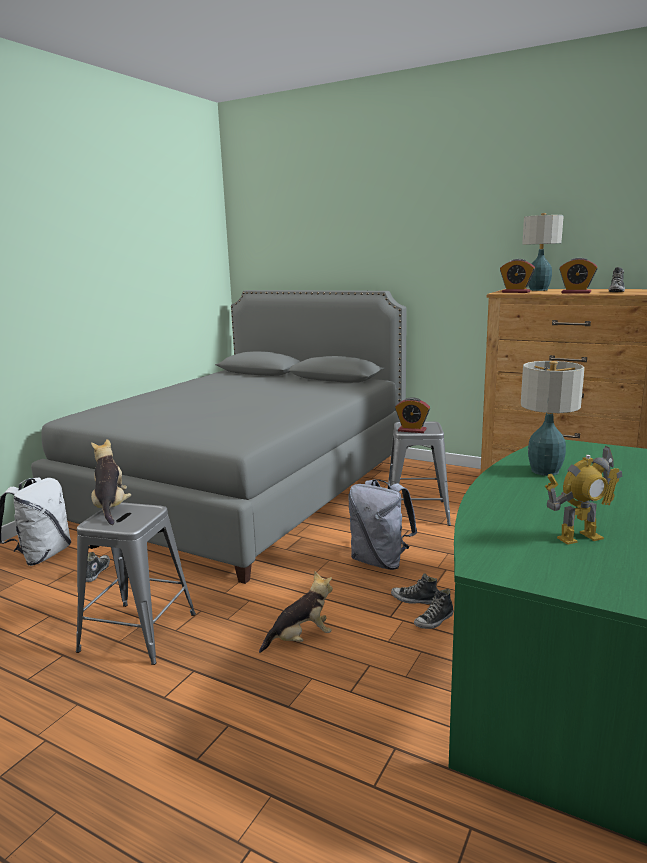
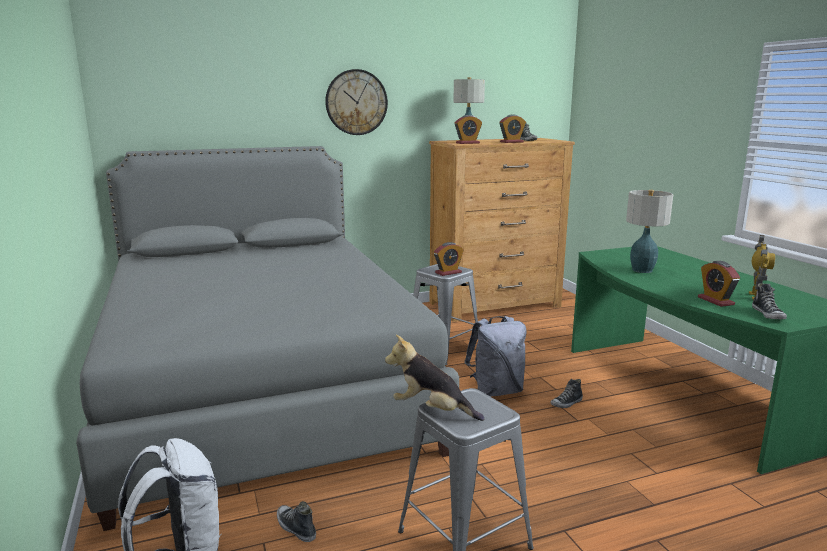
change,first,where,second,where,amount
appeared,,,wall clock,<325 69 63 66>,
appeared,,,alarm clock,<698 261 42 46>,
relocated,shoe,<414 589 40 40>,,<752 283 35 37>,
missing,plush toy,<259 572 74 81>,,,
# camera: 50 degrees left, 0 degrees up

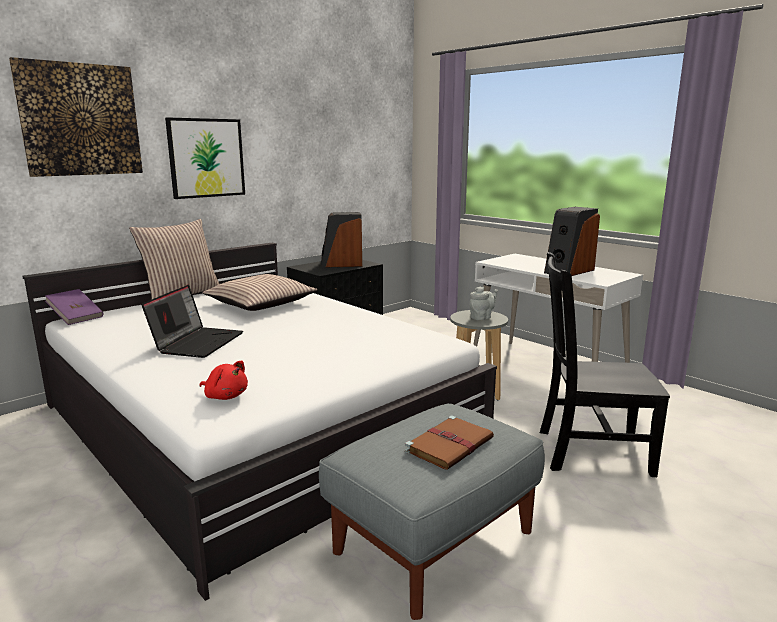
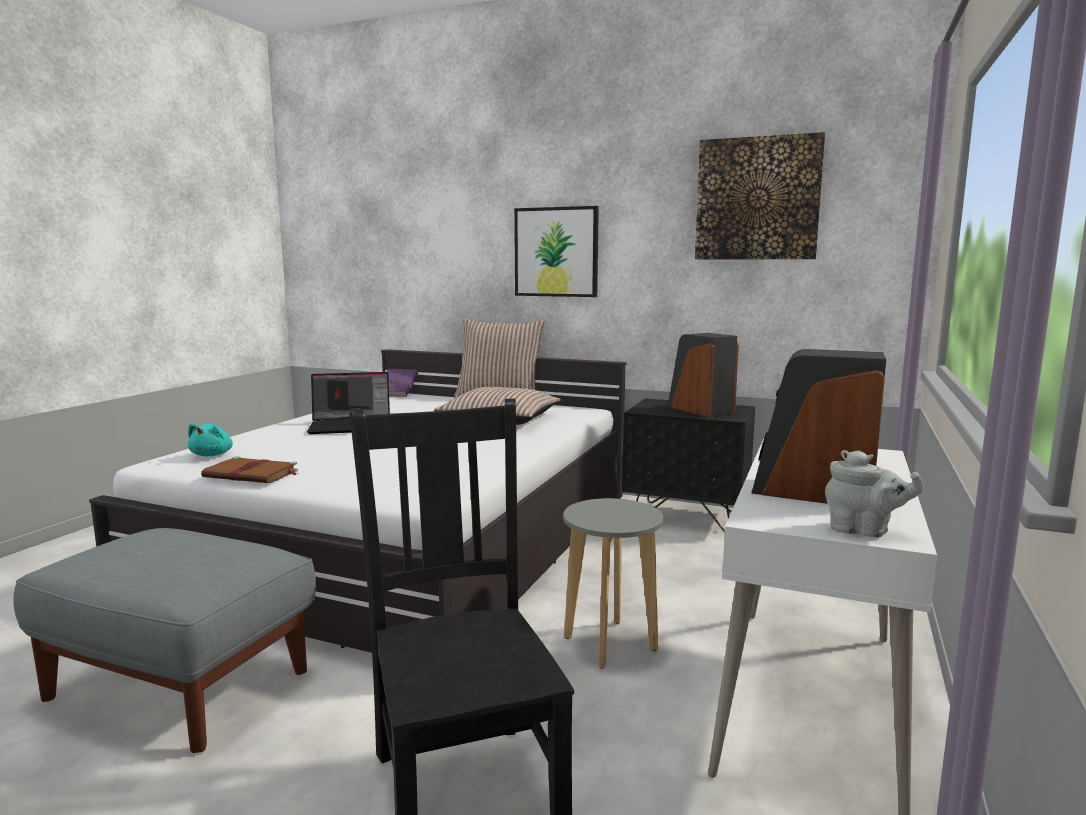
change,first,where,second,where,amount
colour,red plush toy,<200 361 48 39>,turquoise plush toy,<188 423 45 33>,
relocated,brown book,<405 416 89 54>,,<201 457 97 26>,
relocated,picture,<9 57 134 120>,,<695 132 130 127>,
relocated,grey teapot,<469 287 29 33>,,<825 450 99 88>,
# camera: 65 degrees right, 5 degrees down

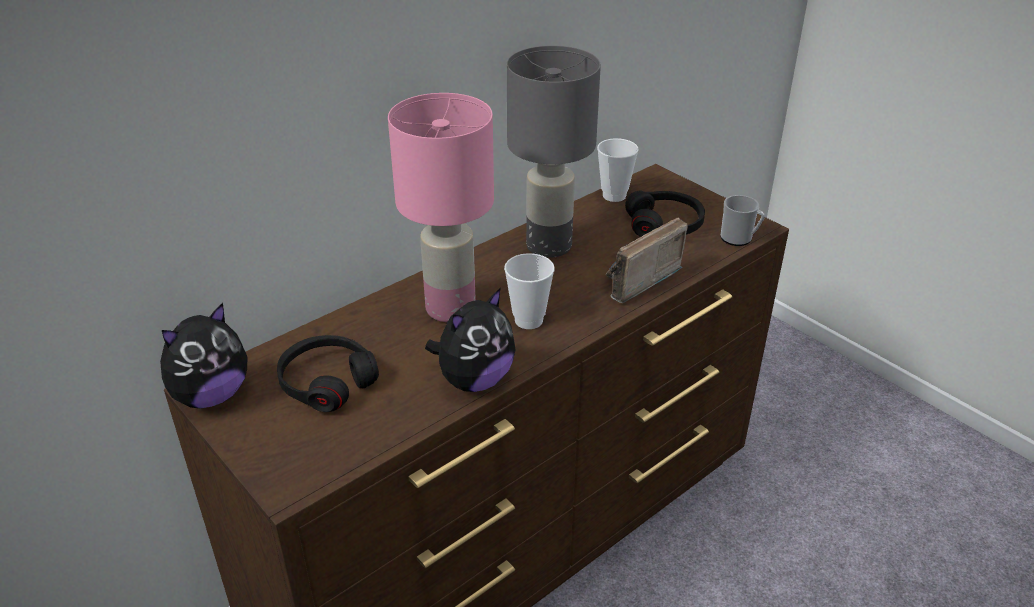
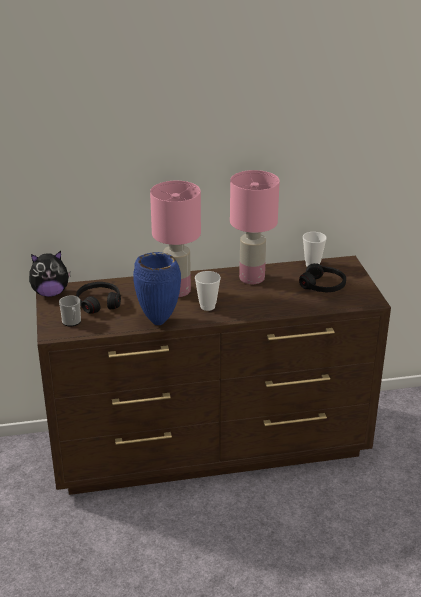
change,first,where,second,where,amount
relocated,mug,<720 195 45 51>,,<59 295 22 32>,
exchanged,plush toy,<425 288 91 104>,blue vase,<133 252 48 73>,
colour,grey table lamp,<507 46 94 212>,pink table lamp,<230 170 50 114>,
missing,radio,<606 218 82 85>,,,
# camera: 30 degrees right, 5 degrees down

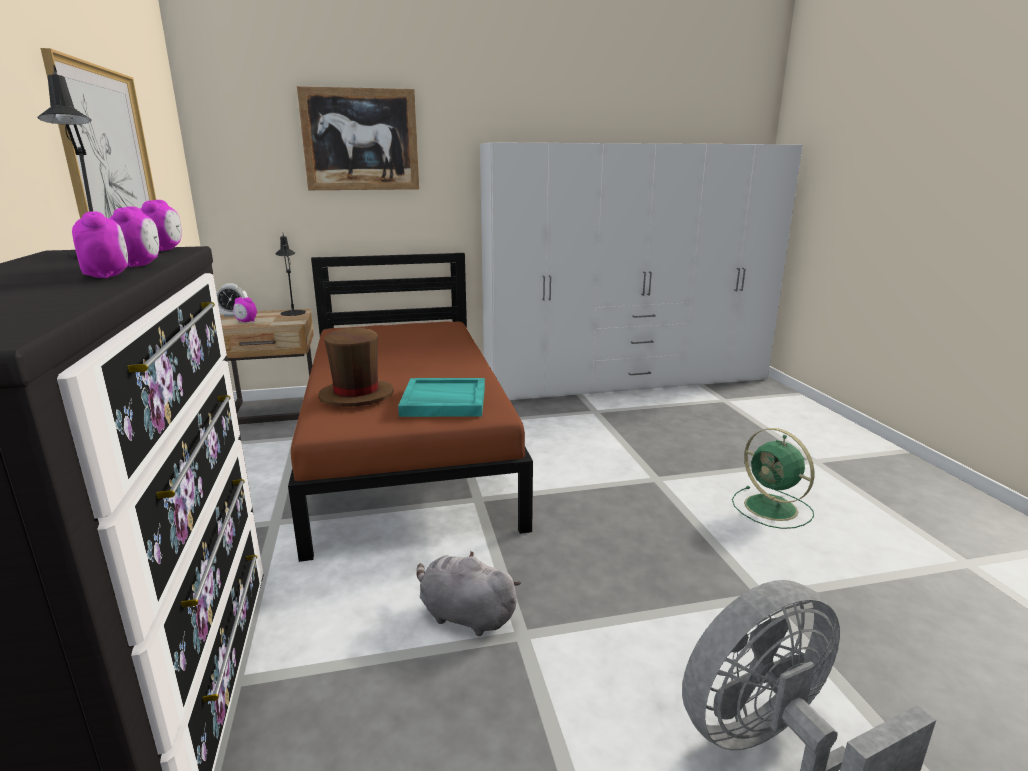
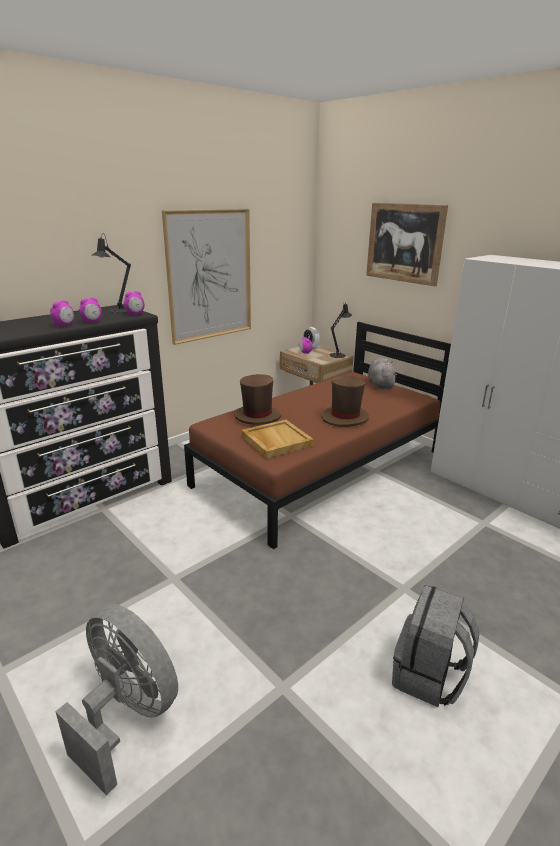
change,first,where,second,where,amount
colour,turquoise tray,<398 378 87 39>,beige tray,<241 420 73 39>,
appeared,,,brown hat,<321 376 48 51>,
relocated,grey plush toy,<417 551 104 85>,,<368 358 29 31>,
exchanged,green fan,<732 428 83 101>,grey backpack,<392 584 88 123>,
# camera: 60 degrees right, 5 degrees up

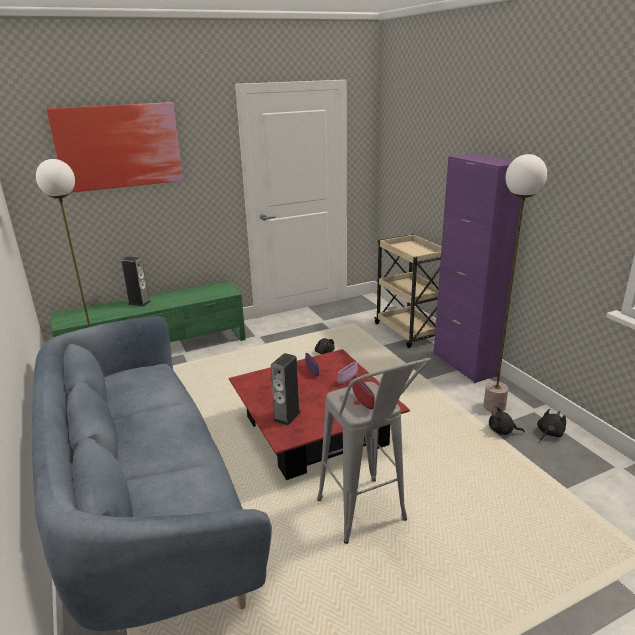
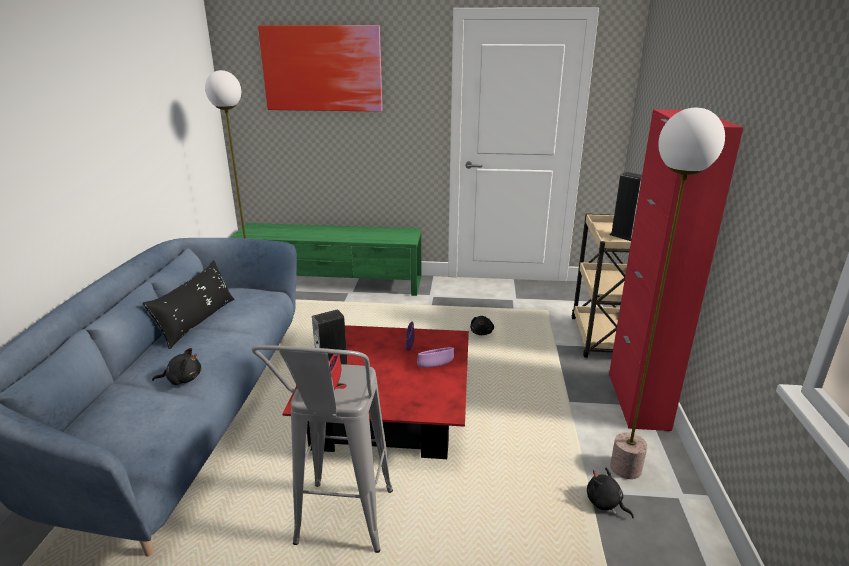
change,first,where,second,where,amount
appeared,,,black pillow,<143 260 92 89>,
relocated,black plush toy,<537 409 29 32>,,<152 348 49 37>,
colour,purple cabinet,<433 153 88 230>,red cabinet,<609 109 134 322>,
relocated,speaker,<121 257 30 50>,,<610 172 32 69>,
# camera: 30 degrees right, 0 degrees up

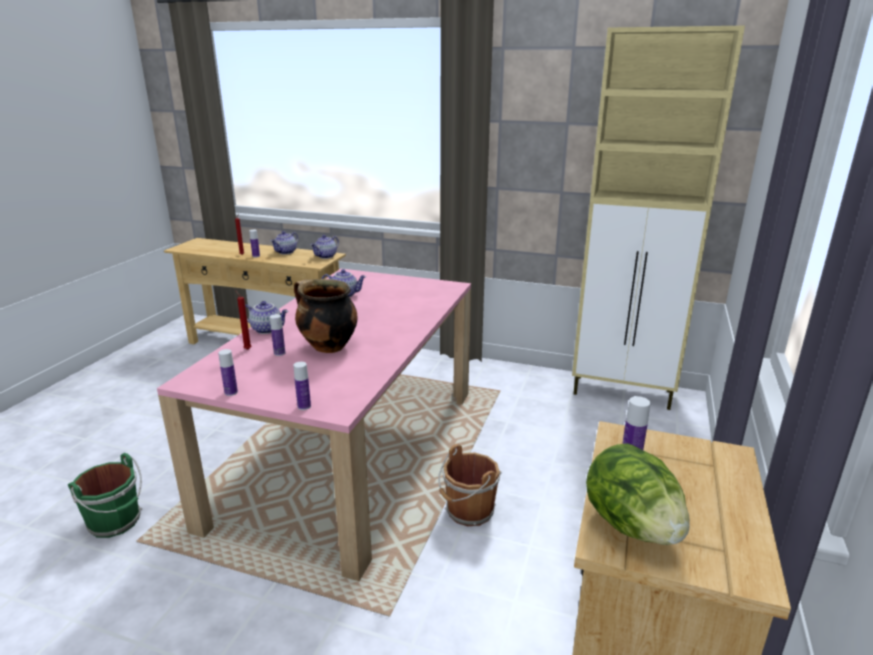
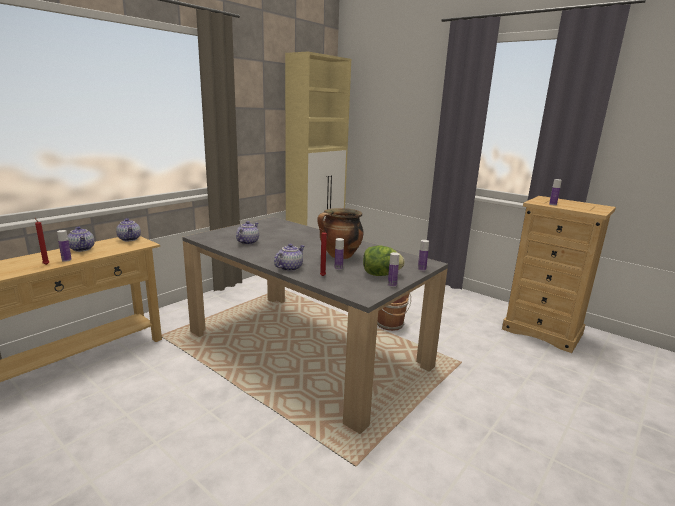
change,first,where,second,where,amount
colour,pink dining table,<157 269 314 312>,grey dining table,<182 217 266 217>,
relocated,lettuce,<586 443 104 102>,,<363 245 41 31>,
missing,green bucket,<68 453 74 85>,,,
# camera: 70 degrees left, 5 degrees down

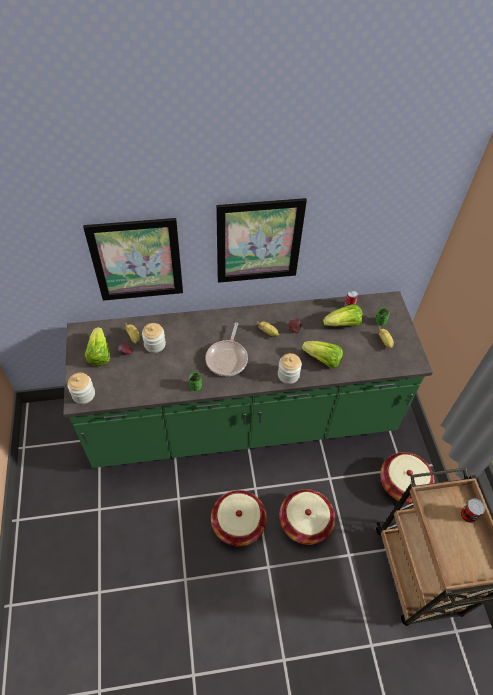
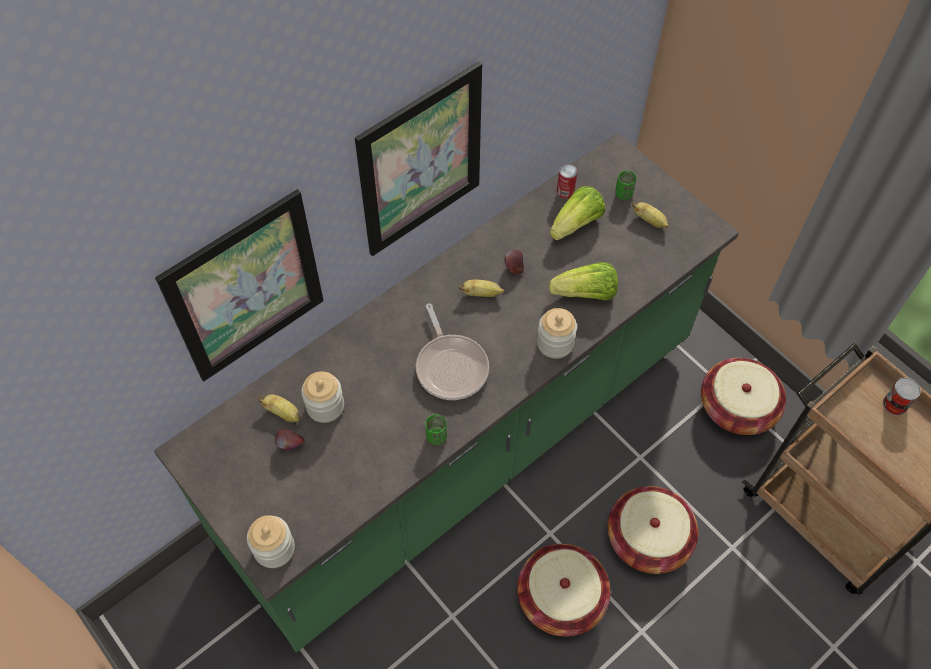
change,first,where,second,where,amount
missing,lettuce,<85 327 25 39>,,,
# camera: 30 degrees left, 5 degrees up

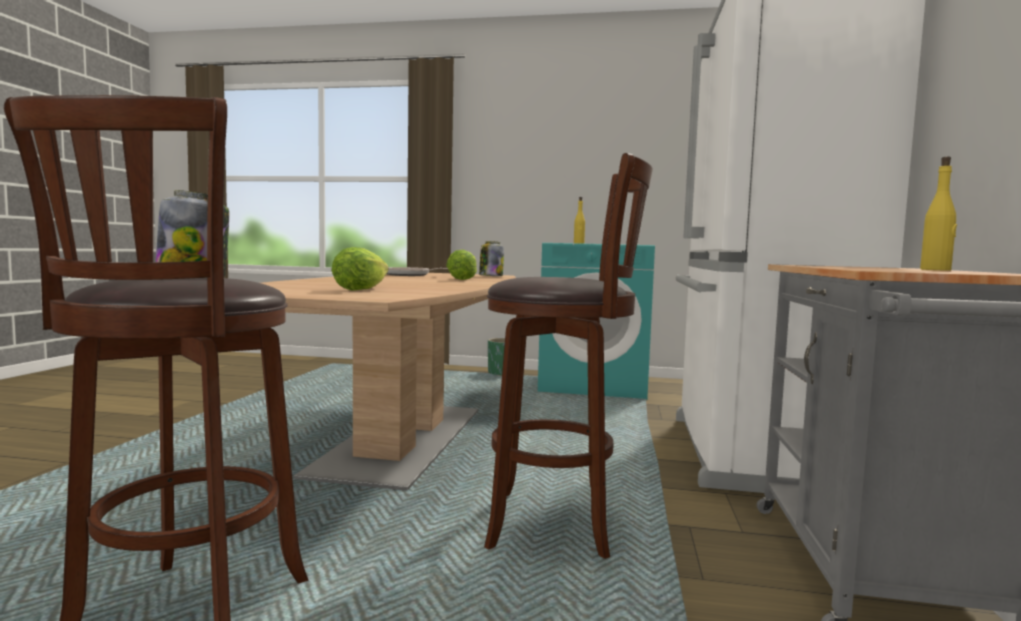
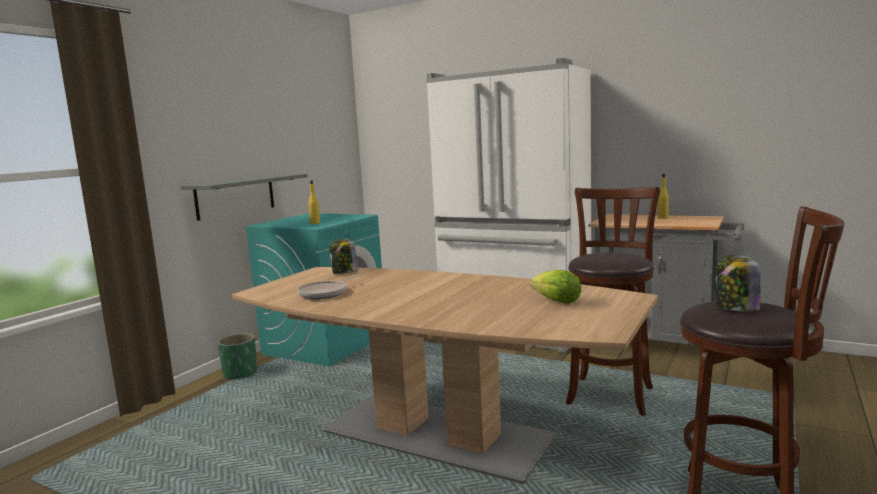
change,first,where,second,where,amount
appeared,,,grey shelf,<181 174 127 47>,
missing,lettuce,<446 250 31 30>,,,
# camera: 70 degrees left, 5 degrees up

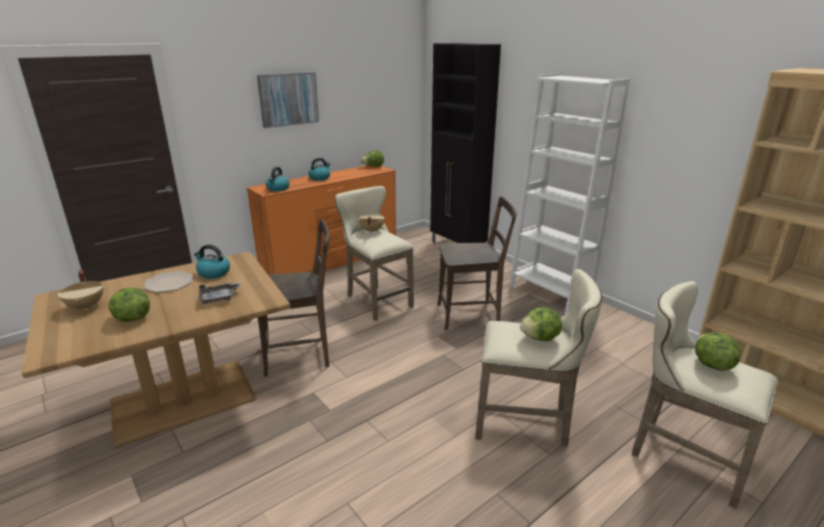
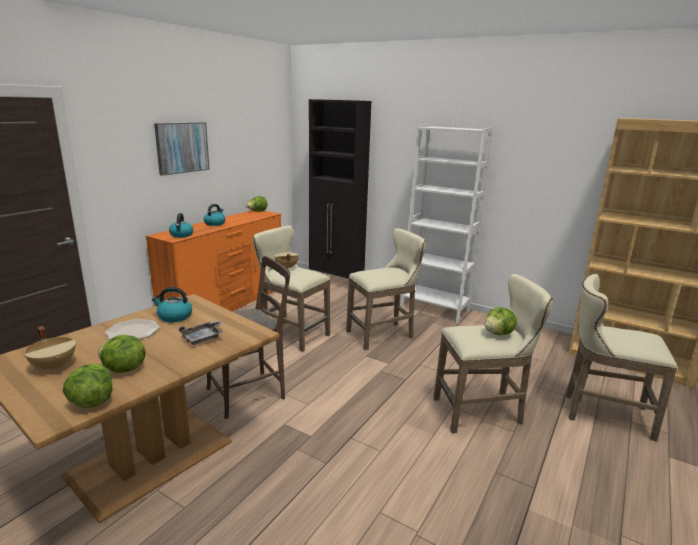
change,first,where,second,where,amount
relocated,lettuce,<695 332 46 39>,,<63 363 49 45>,
exchanged,brown chair,<437 197 80 133>,beige stool,<346 228 80 122>,
# camera: 20 degrees left, 5 degrees down

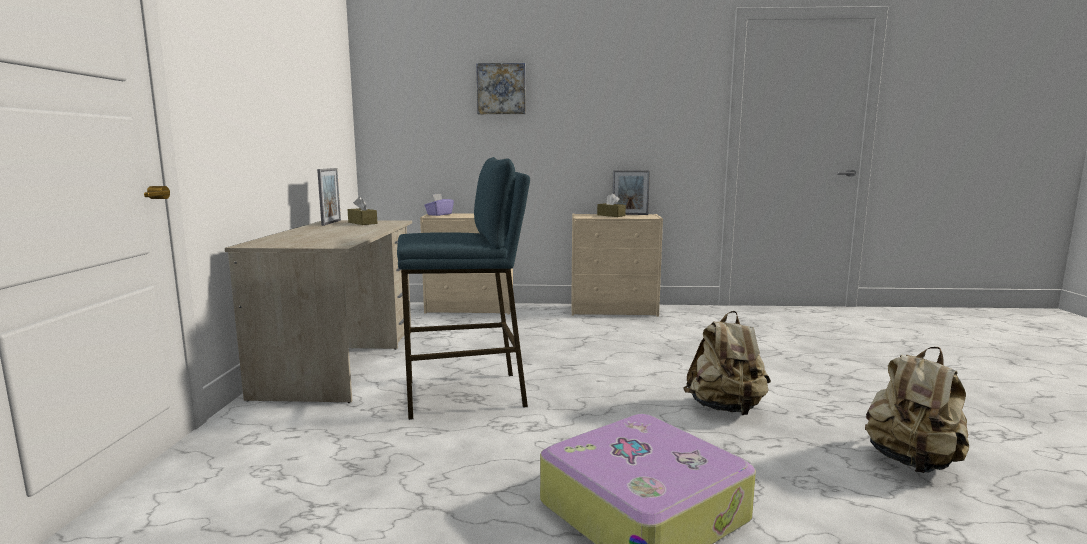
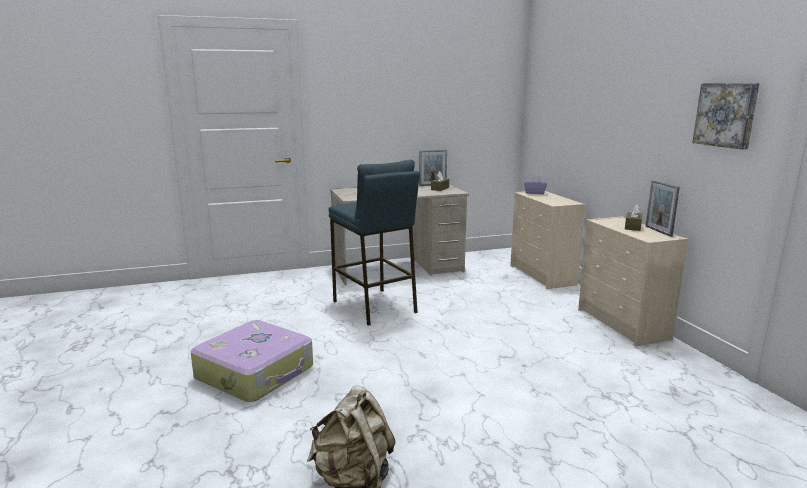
change,first,where,second,where,amount
relocated,picture,<476 63 50 51>,,<692 83 68 66>,
missing,beige backpack,<683 311 88 104>,,,
# camera: 70 degrees right, 5 degrees up

